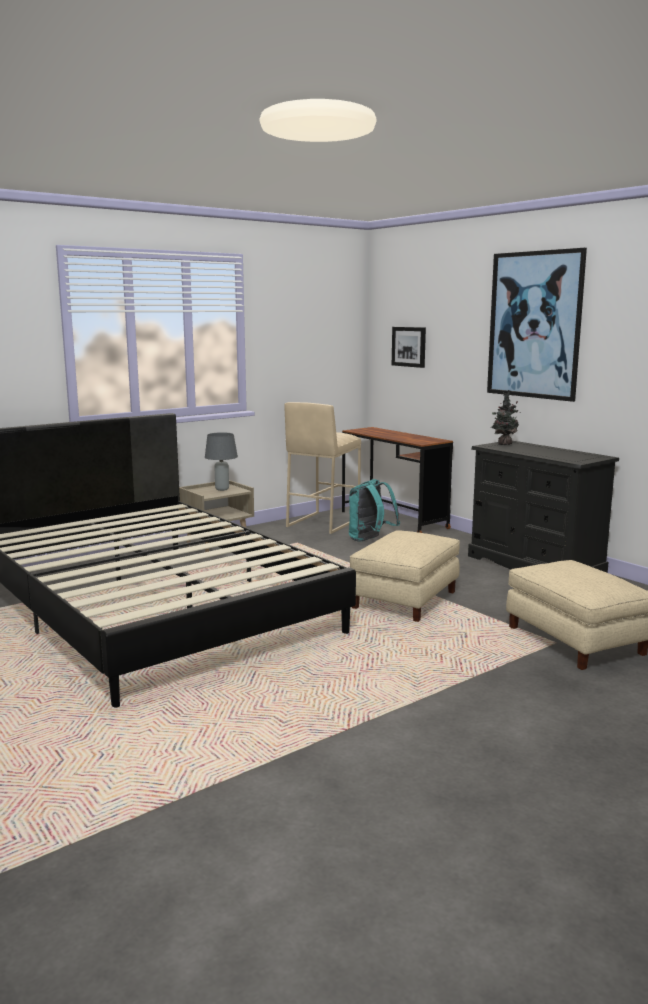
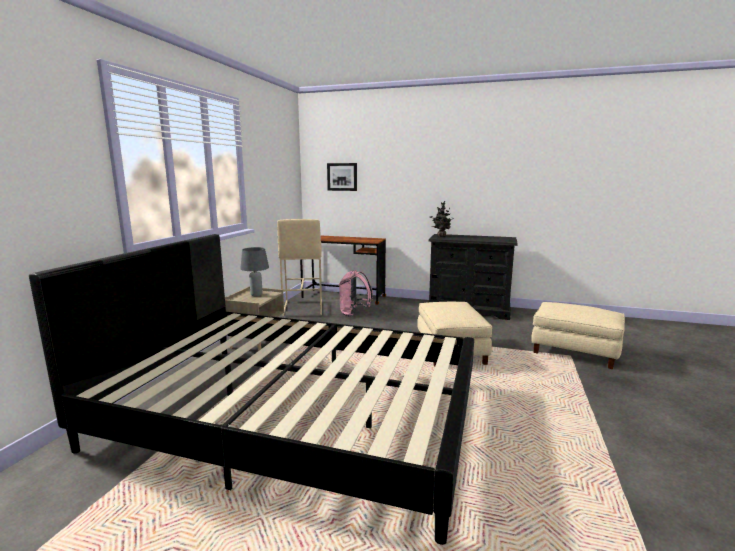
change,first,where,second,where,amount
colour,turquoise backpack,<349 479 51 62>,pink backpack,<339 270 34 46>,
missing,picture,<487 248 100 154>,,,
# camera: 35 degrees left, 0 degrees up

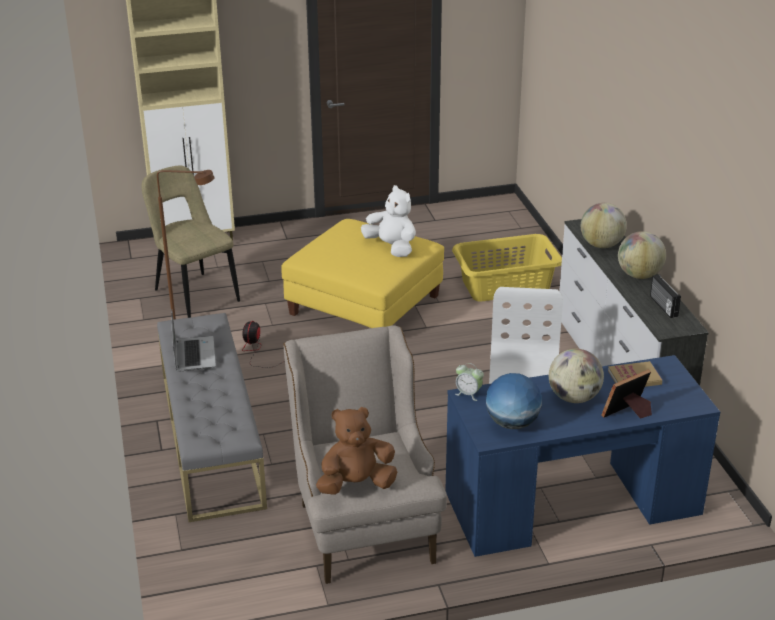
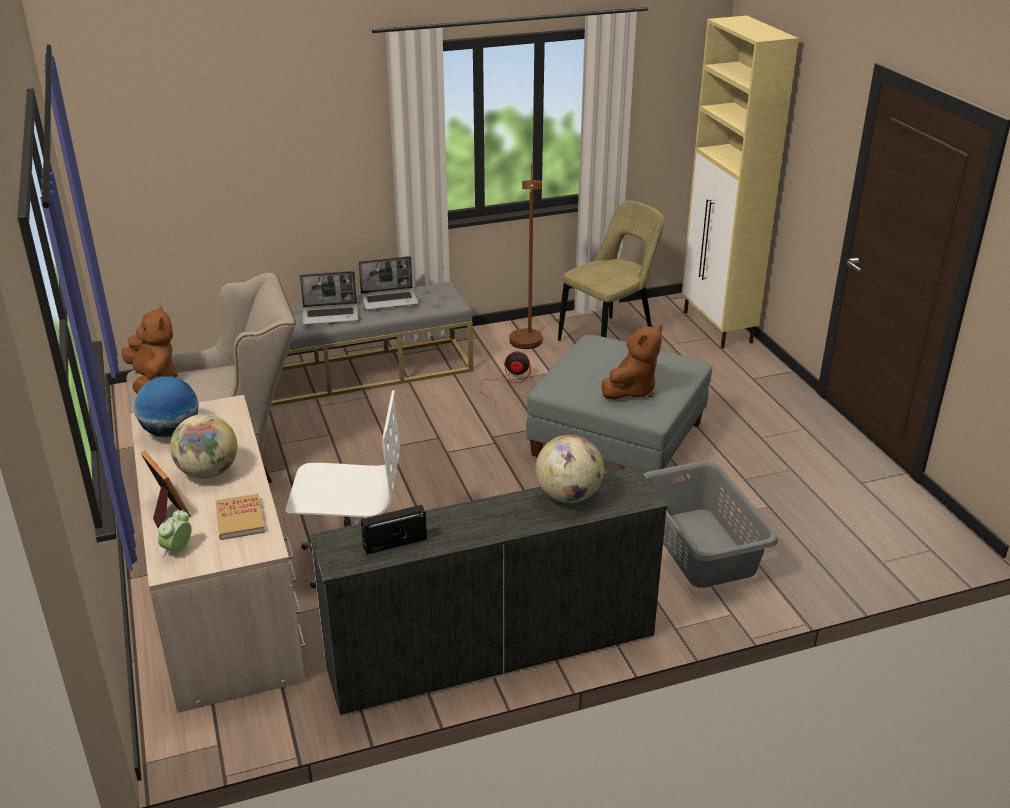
change,first,where,second,where,amount
colour,blue desk,<445 355 275 202>,beige desk,<130 395 175 318>,
relocated,alarm clock,<455 363 29 38>,,<158 510 33 48>,
appeared,,,laptop,<300 271 59 54>,
colour,yellow ottoman,<281 219 163 109>,grey ottoman,<526 335 186 138>,
colour,white plush toy,<361 185 55 72>,brown plush toy,<601 325 61 75>,
colour,yellow laundry basket,<452 234 110 68>,grey laundry basket,<643 461 135 127>,
missing,globe,<618 231 48 48>,,,
# camera: 85 degrees right, 0 degrees up

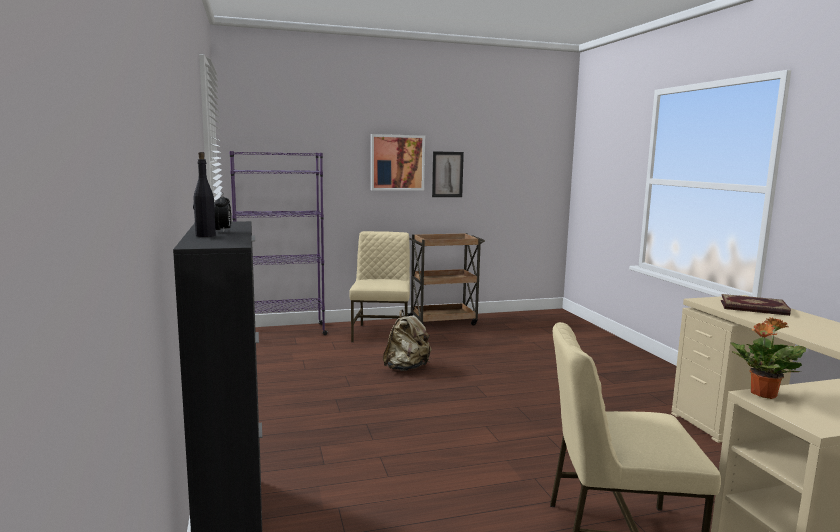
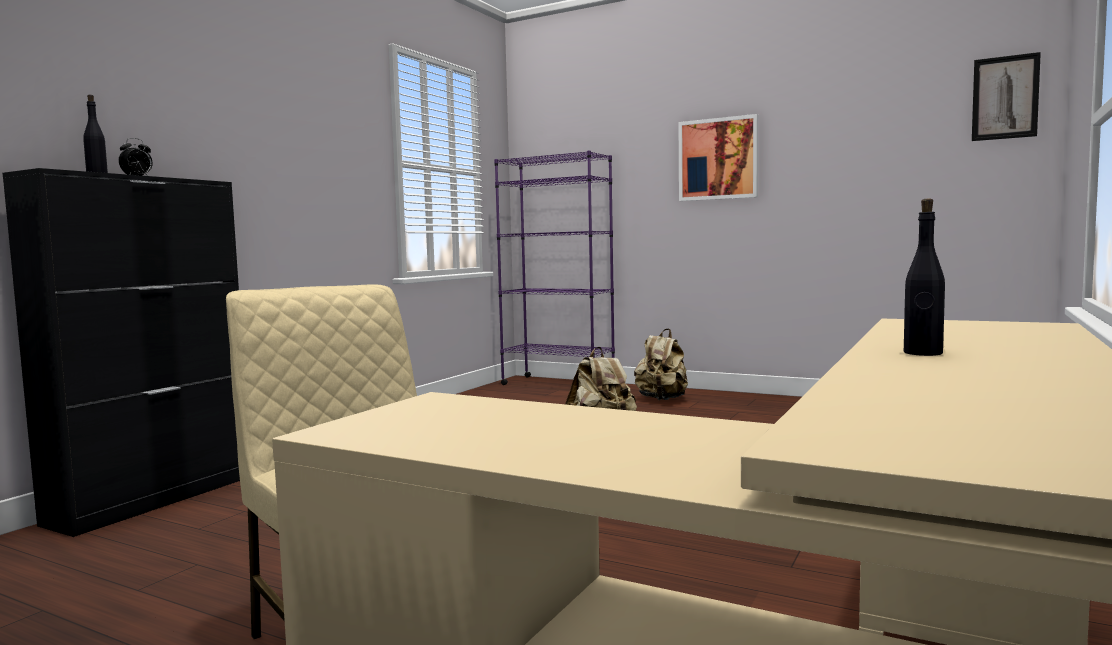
change,first,where,second,where,amount
exchanged,beige chair,<349 231 61 111>,beige backpack,<634 329 54 71>,
appeared,,,black bottle,<904 199 41 157>,
relocated,picture,<432 151 32 46>,,<972 52 69 89>,
missing,brown cart,<407 233 78 93>,,,
missing,book,<721 294 70 22>,,,
missing,potted plant,<731 317 75 82>,,,
# camera: 45 degrees right, 5 degrees down

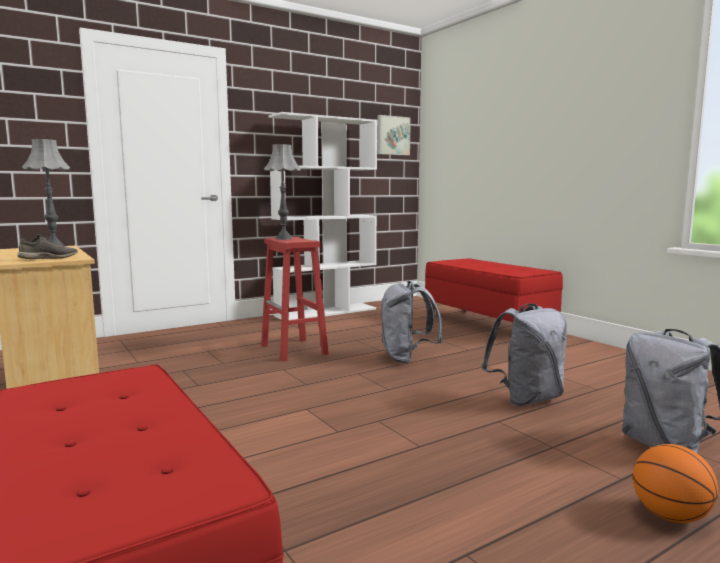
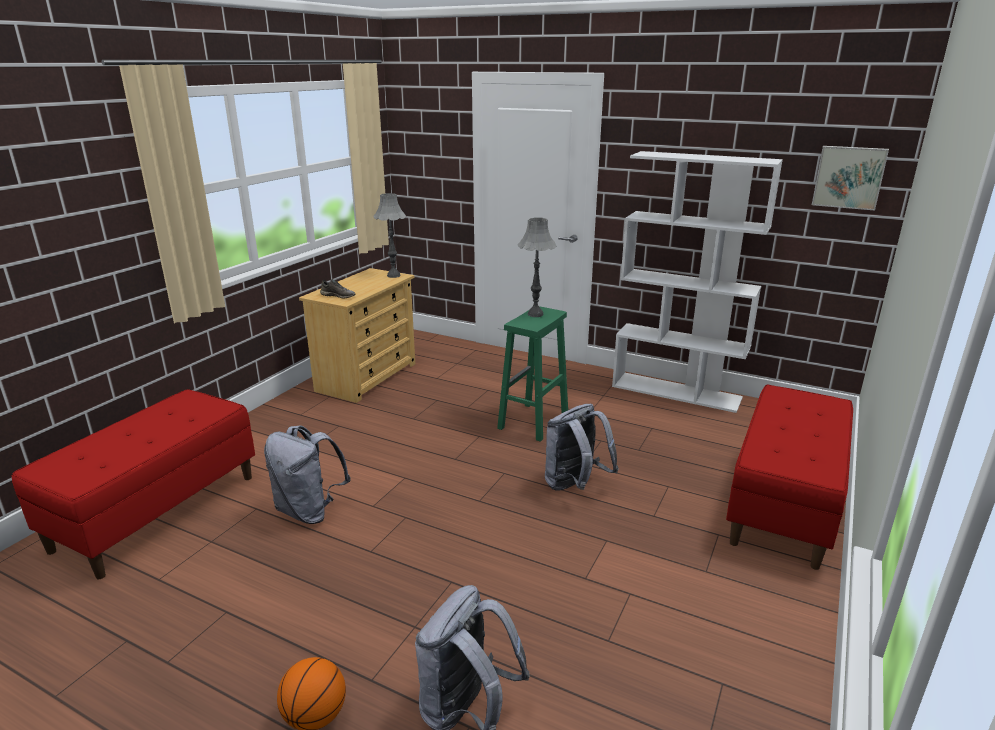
change,first,where,second,where,amount
relocated,grey backpack,<481 303 86 103>,,<264 425 87 99>,
colour,red stool,<261 237 68 125>,green stool,<497 306 71 136>,
# camera: 60 degrees right, 15 degrees up

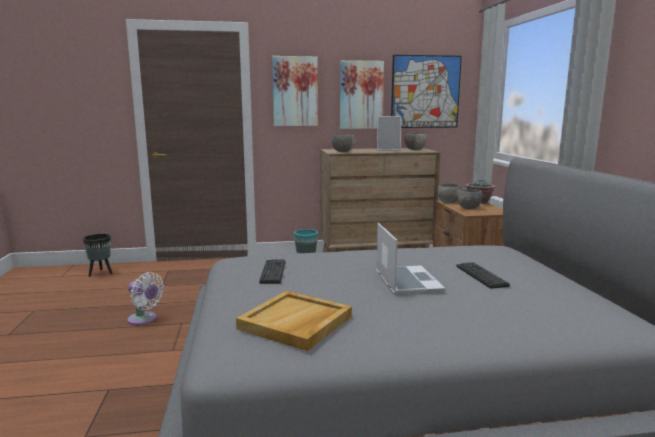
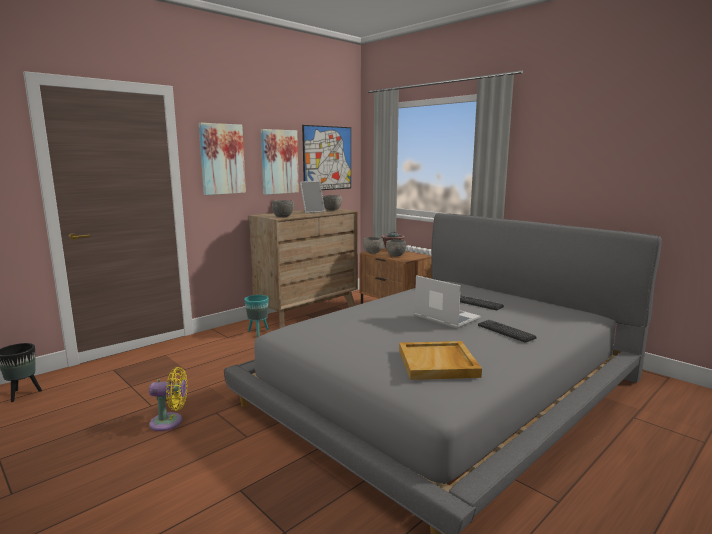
change,first,where,second,where,amount
colour,white fan,<127 272 37 53>,yellow fan,<149 367 39 64>,
relocated,keyboard,<259 259 27 25>,,<478 320 59 23>,
# camera: 35 degrees left, 0 degrees up

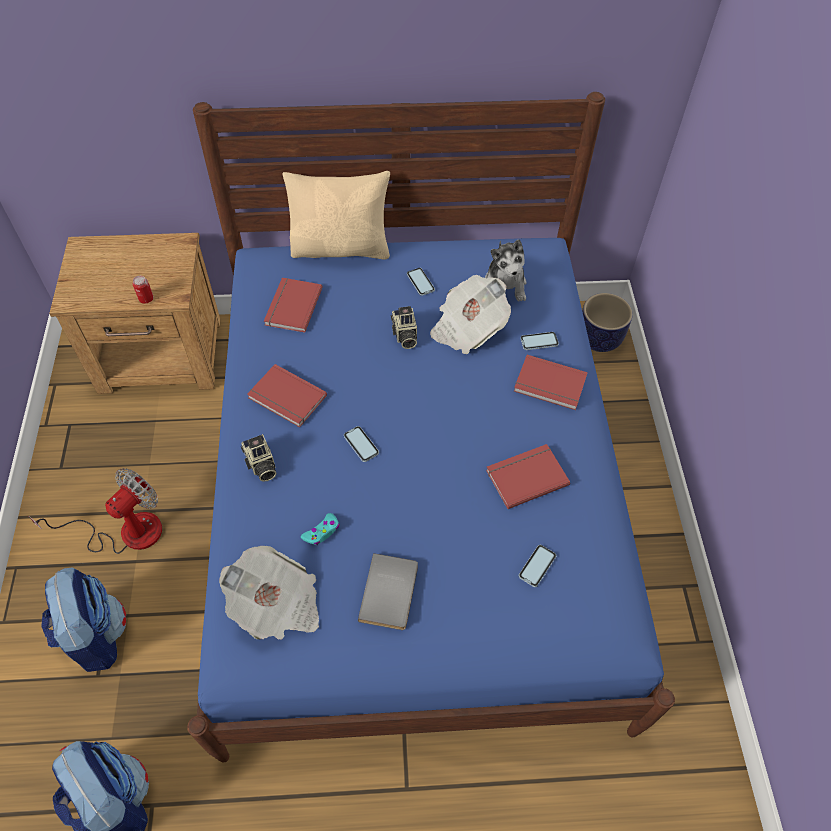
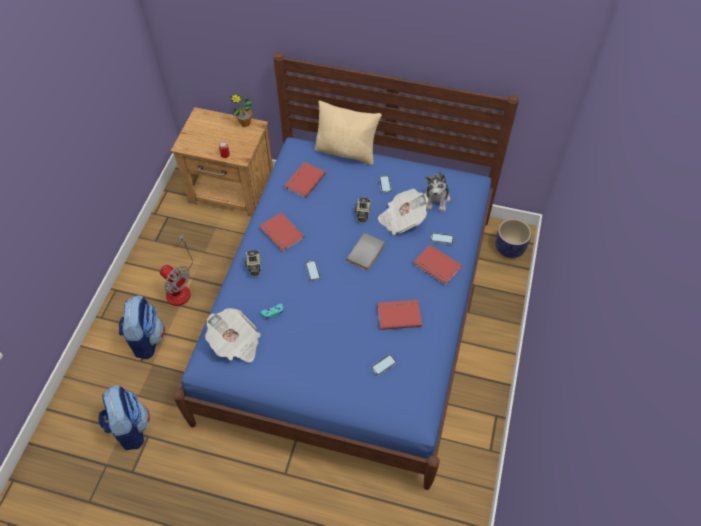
change,first,where,second,where,amount
spun,fan,<29 468 133 86>,,<160 234 33 72>,75 degrees clockwise
appeared,,,potted plant,<230 94 22 33>,
relocated,grey book,<358 553 60 77>,,<346 233 39 37>,
# camera: 20 degrees right, 0 degrees up

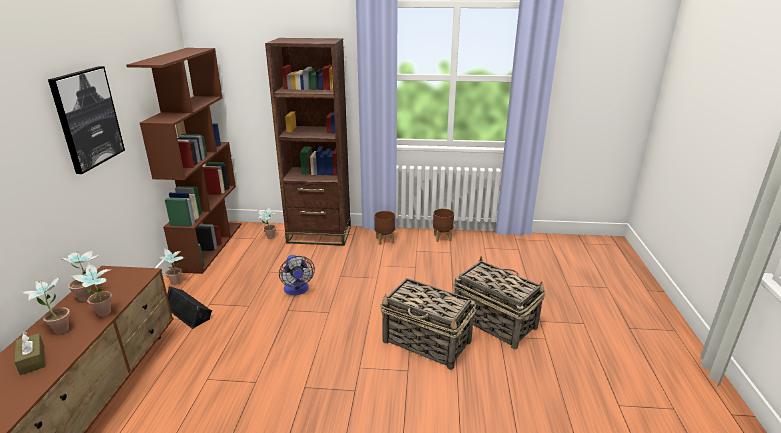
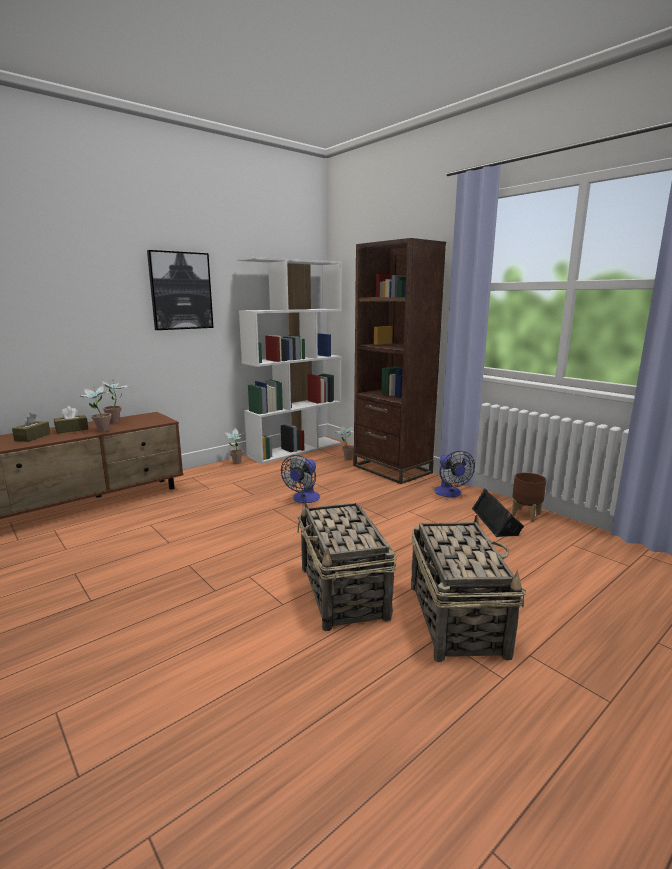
change,first,where,second,where,amount
exchanged,potted plant,<21 275 49 59>,brown tissue box,<54 406 34 28>,
colour,brown bookcase,<126 48 115 226>,white bookcase,<236 257 106 207>,
exchanged,brown planter,<374 211 21 34>,fan,<434 451 41 46>,
relocated,black speaker,<167 286 45 43>,,<472 488 52 49>,
# camera: 45 degrees right, 10 degrees down

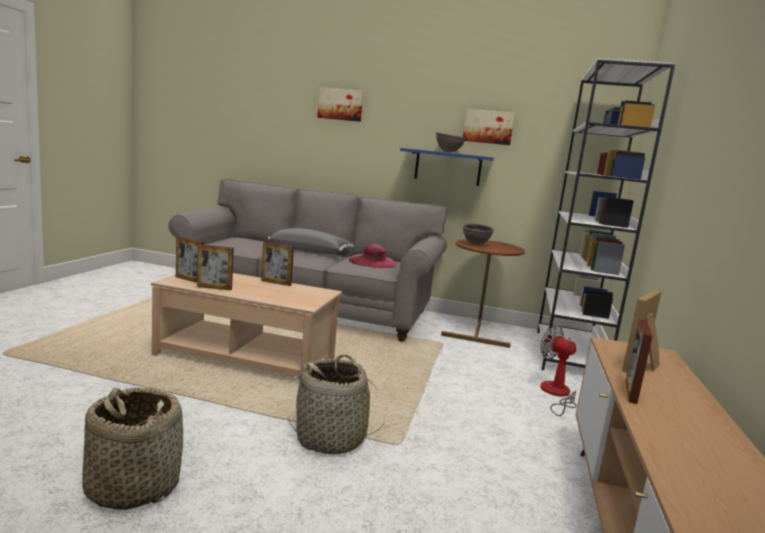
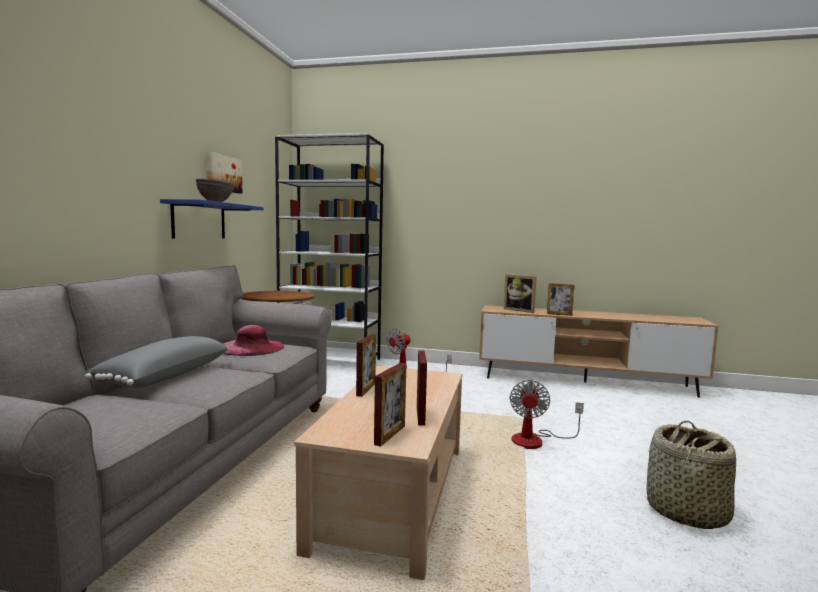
change,first,where,second,where,amount
exchanged,basket,<288 354 98 101>,fan,<510 380 74 69>,
missing,picture,<317 87 47 35>,,,
missing,brown bowl,<463 223 31 22>,,,
# camera: 90 degrees left, 5 degrees down

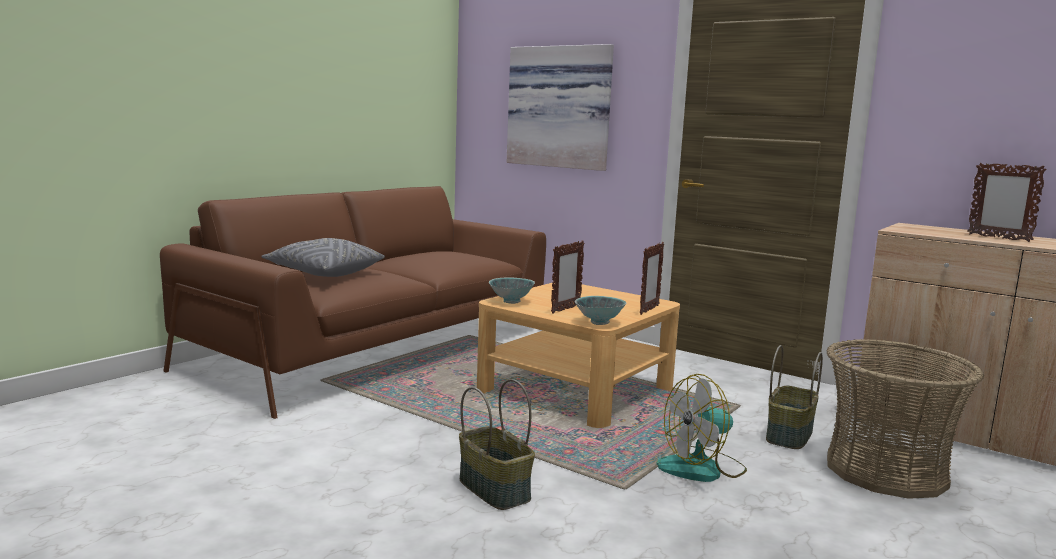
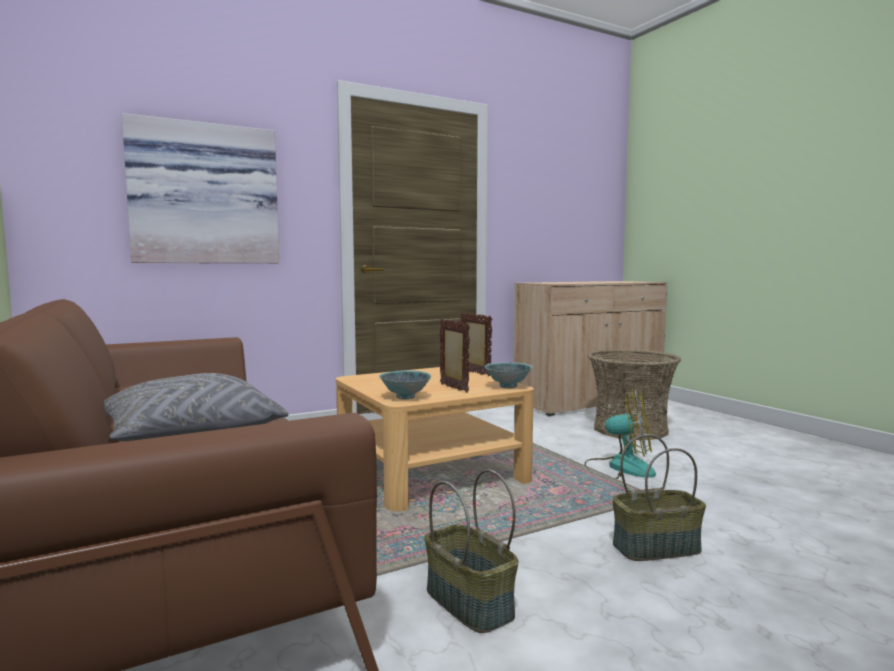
change,first,where,second,where,amount
relocated,basket,<766 345 57 104>,,<425 469 93 164>,
spun,fan,<656 374 91 108>,,<584 389 72 90>,75 degrees counterclockwise
missing,picture frame,<968 163 79 79>,,,
# camera: 65 degrees left, 5 degrees down

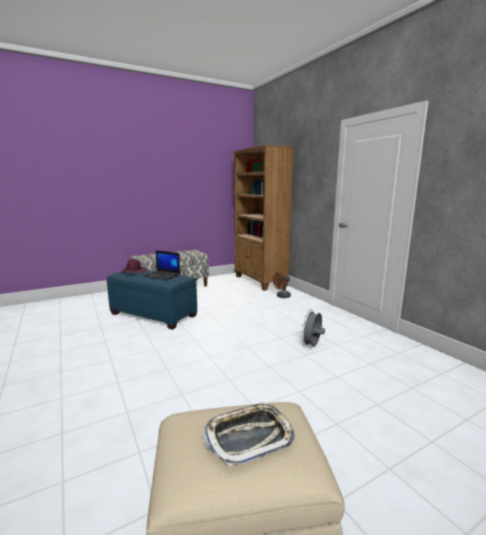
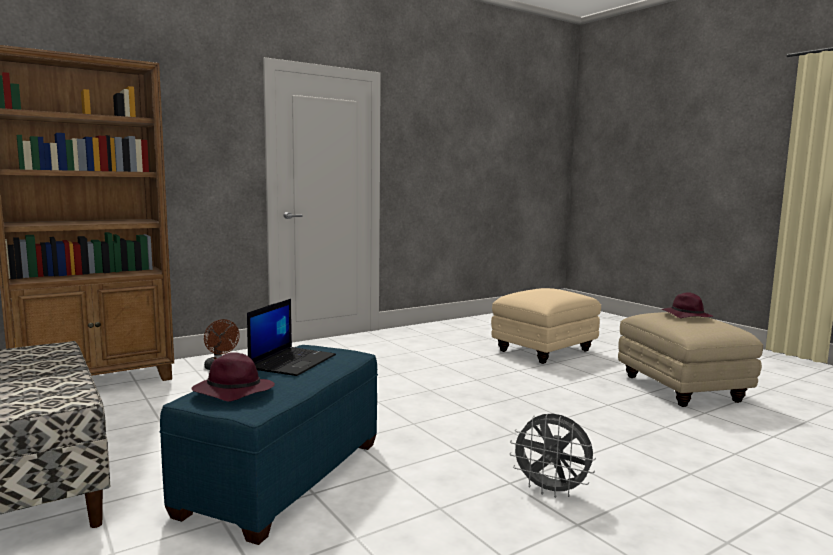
change,first,where,second,where,amount
appeared,,,beige ottoman,<491 288 110 76>,
relocated,grey fan,<301 309 24 38>,,<510 414 86 84>,
exchanged,tray,<203 401 93 66>,purple hat,<662 292 52 26>,
# camera: 95 degrees left, 5 degrees down

